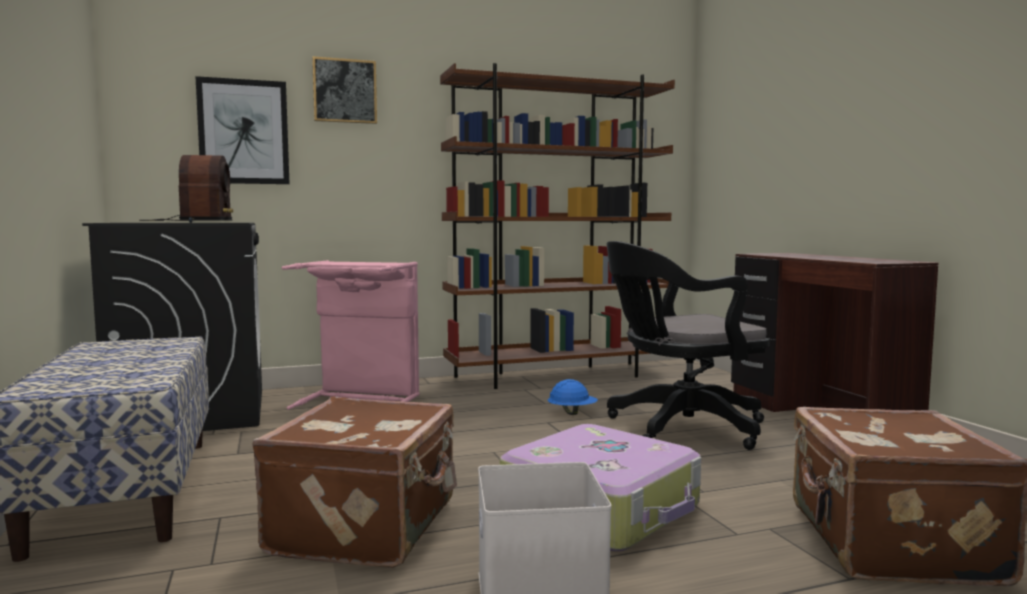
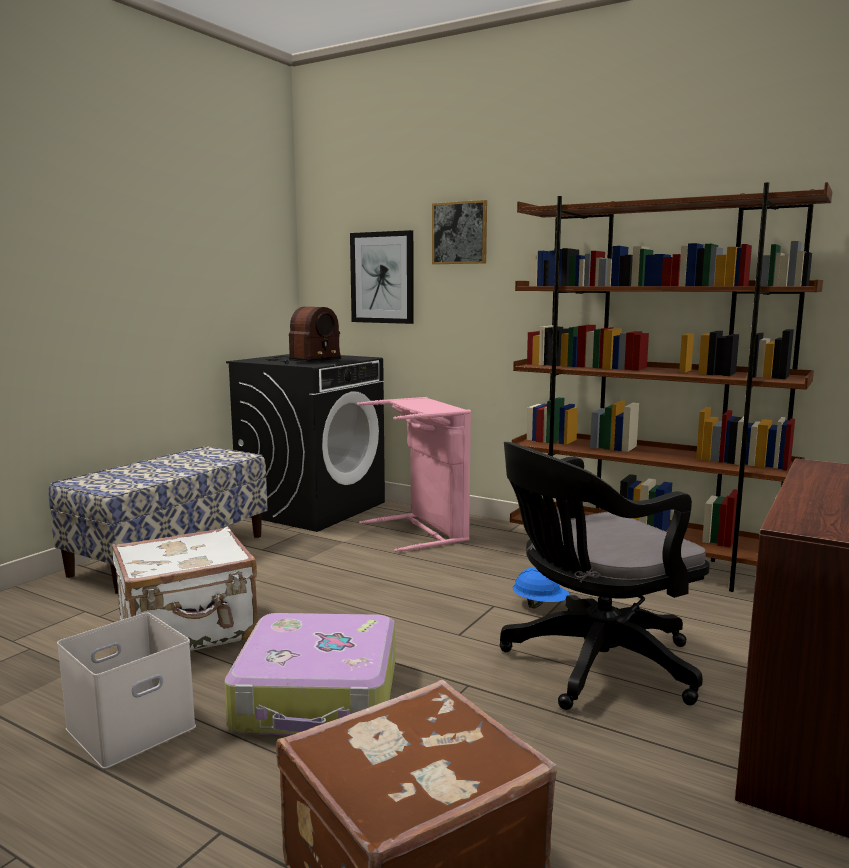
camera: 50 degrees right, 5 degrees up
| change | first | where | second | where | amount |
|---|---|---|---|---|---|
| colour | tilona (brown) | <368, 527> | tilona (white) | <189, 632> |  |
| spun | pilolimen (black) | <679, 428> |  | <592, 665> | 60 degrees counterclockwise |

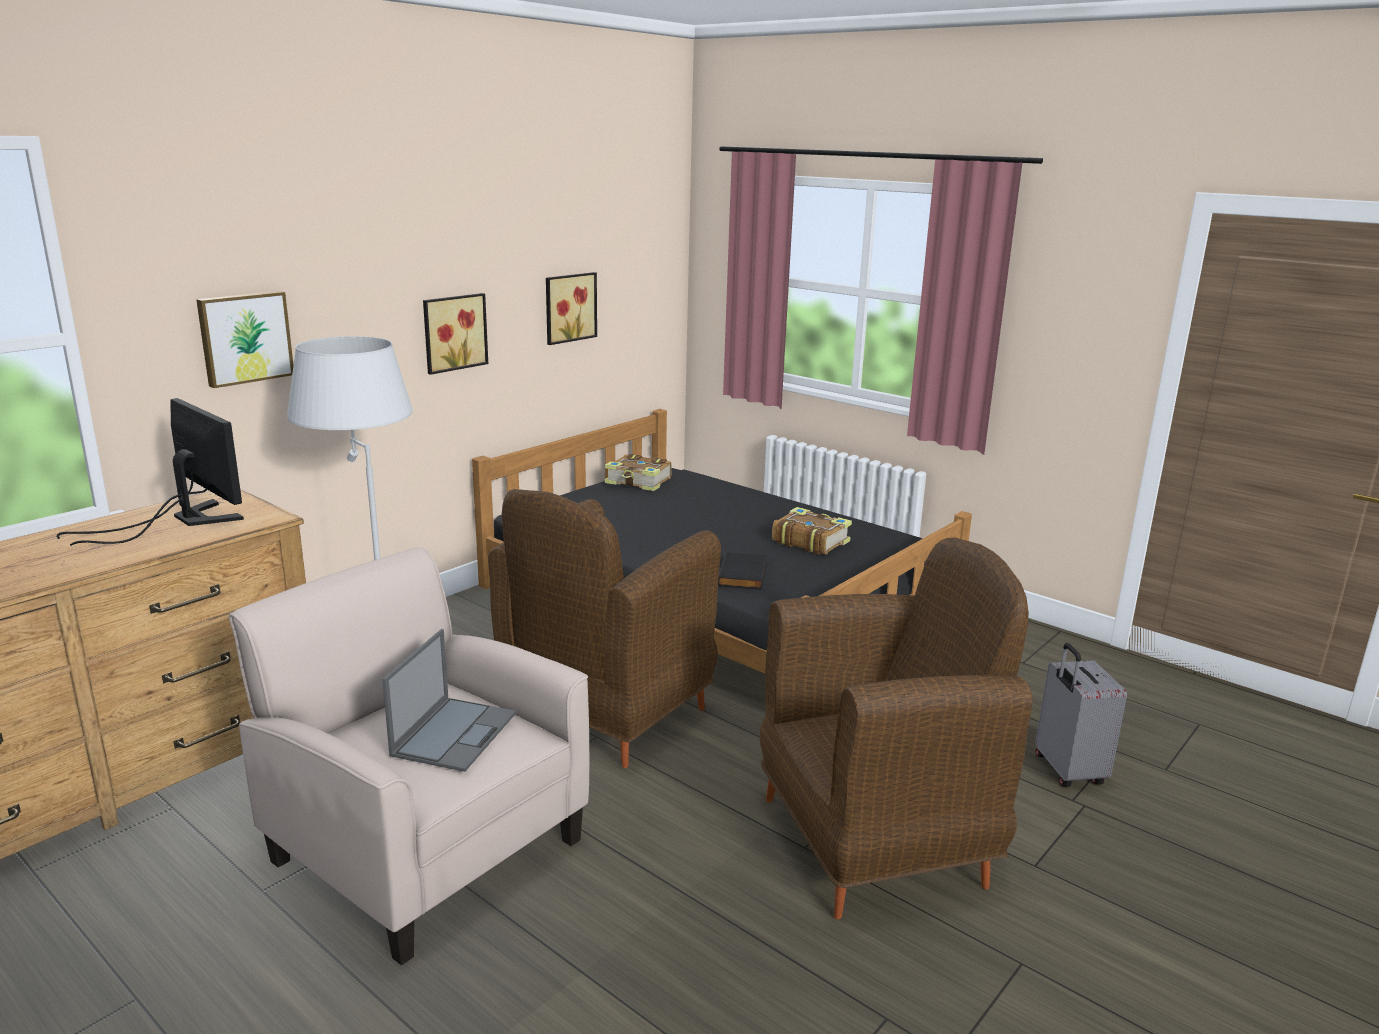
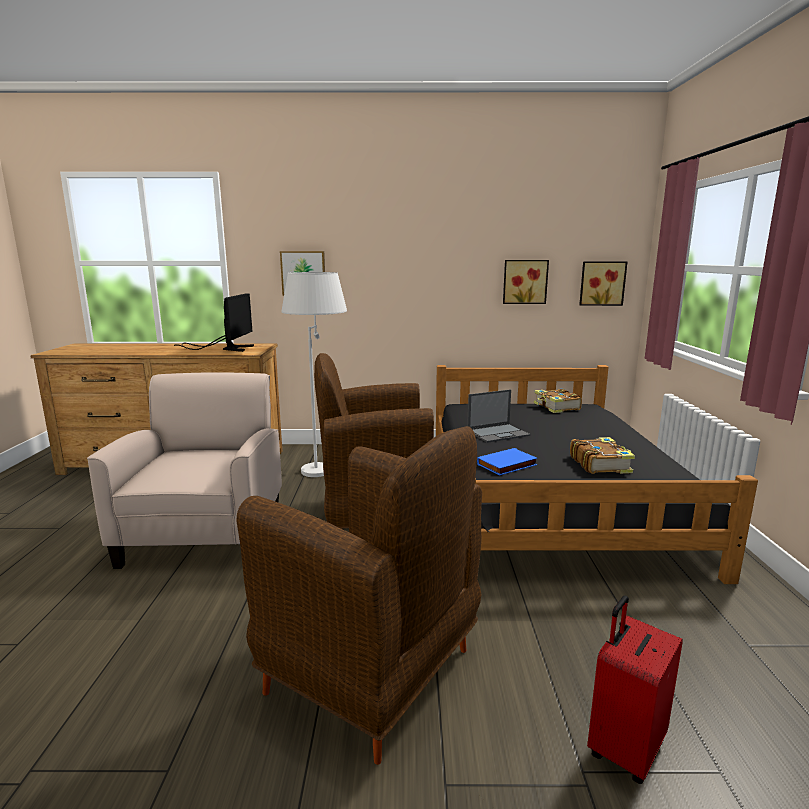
camera: 50 degrees right, 5 degrees down
| change | first | where | second | where | amount |
|---|---|---|---|---|---|
| relocated | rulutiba | <455, 733> |  | <498, 433> |  |
| colour | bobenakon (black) | <744, 575> | bobenakon (blue) | <507, 465> |  |
| relocated | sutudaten | <453, 332> |  | <601, 283> |  |
| colour | tilona (grey) | <1067, 771> | tilona (red) | <624, 747> |  |

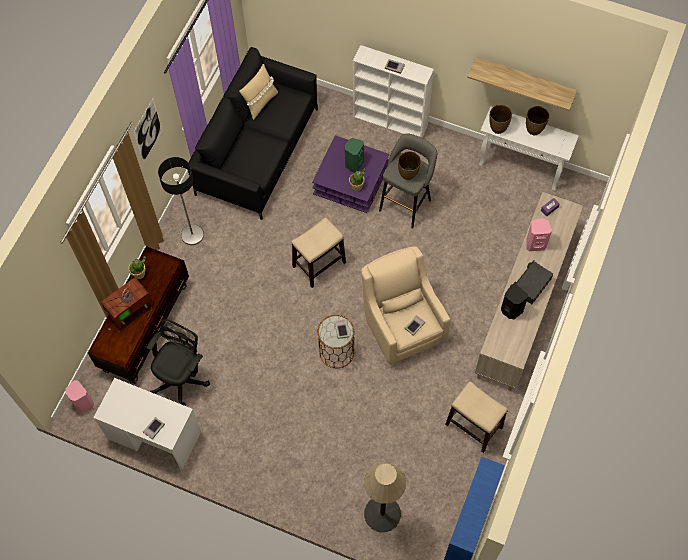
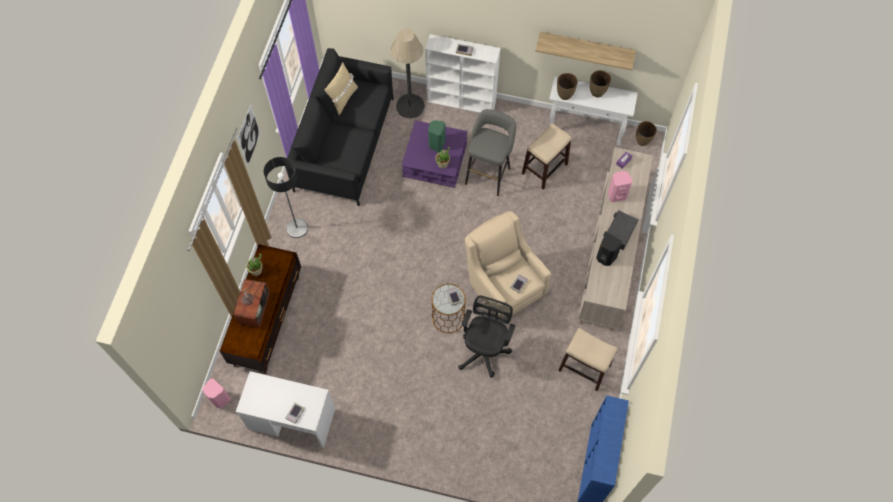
camera: 10 degrees left, 0 degrees up
| change | first | where | second | where | amount |
|---|---|---|---|---|---|
| spun | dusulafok | <130, 311> |  | <253, 307> | 150 degrees clockwise |
| relocated | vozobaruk | <382, 514> |  | <410, 106> |  |
| relocated | pilolimen (black) | <182, 379> |  | <484, 350> |  |
| relocated | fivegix | <319, 264> |  | <545, 168> |  |
| relocated | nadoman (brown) | <408, 174> |  | <642, 141> |  |

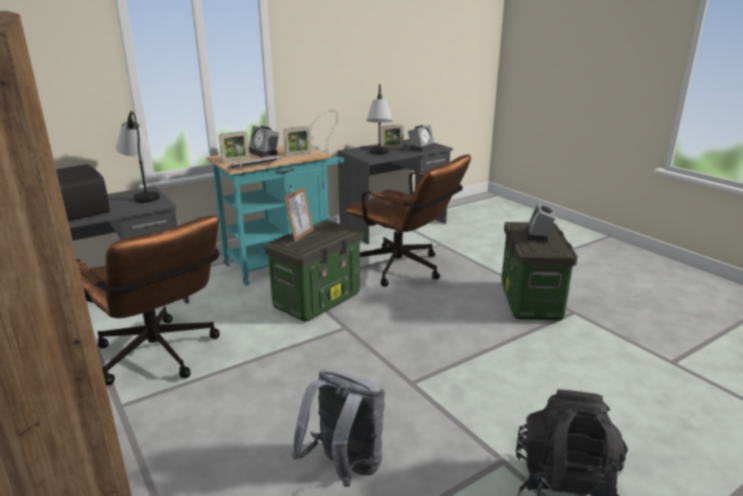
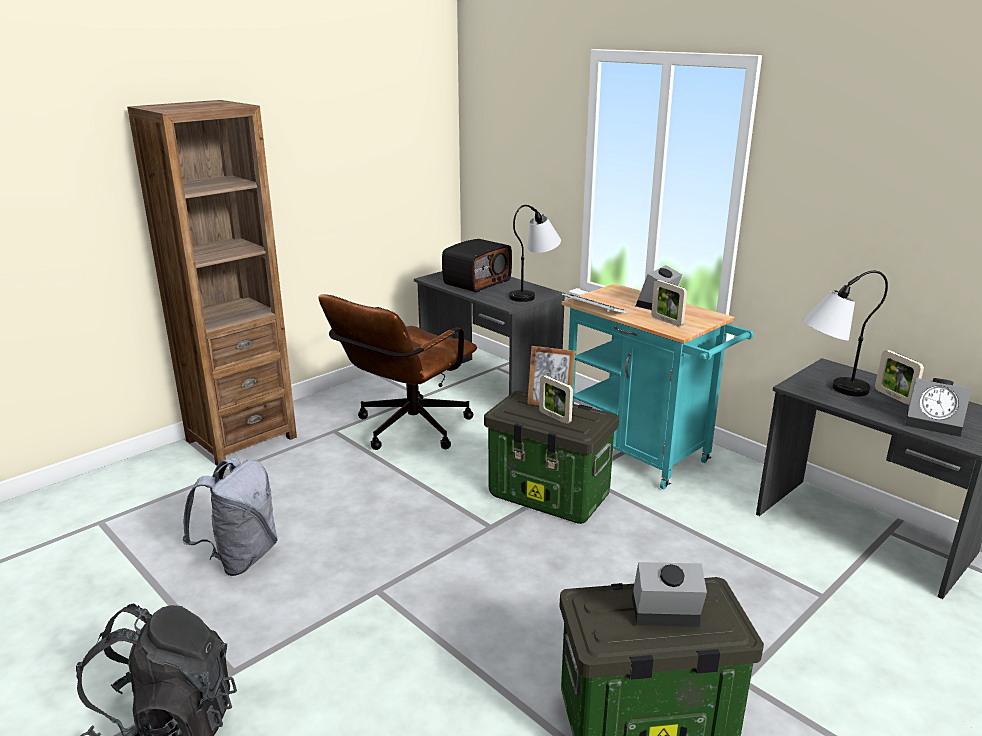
camera: 80 degrees right, 0 degrees up
| change | first | where | second | where | amount |
|---|---|---|---|---|---|
| relocated | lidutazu | <235, 160> |  | <555, 417> |  |
| missing | pilolimen (brown) | <405, 270> |  |  |  |

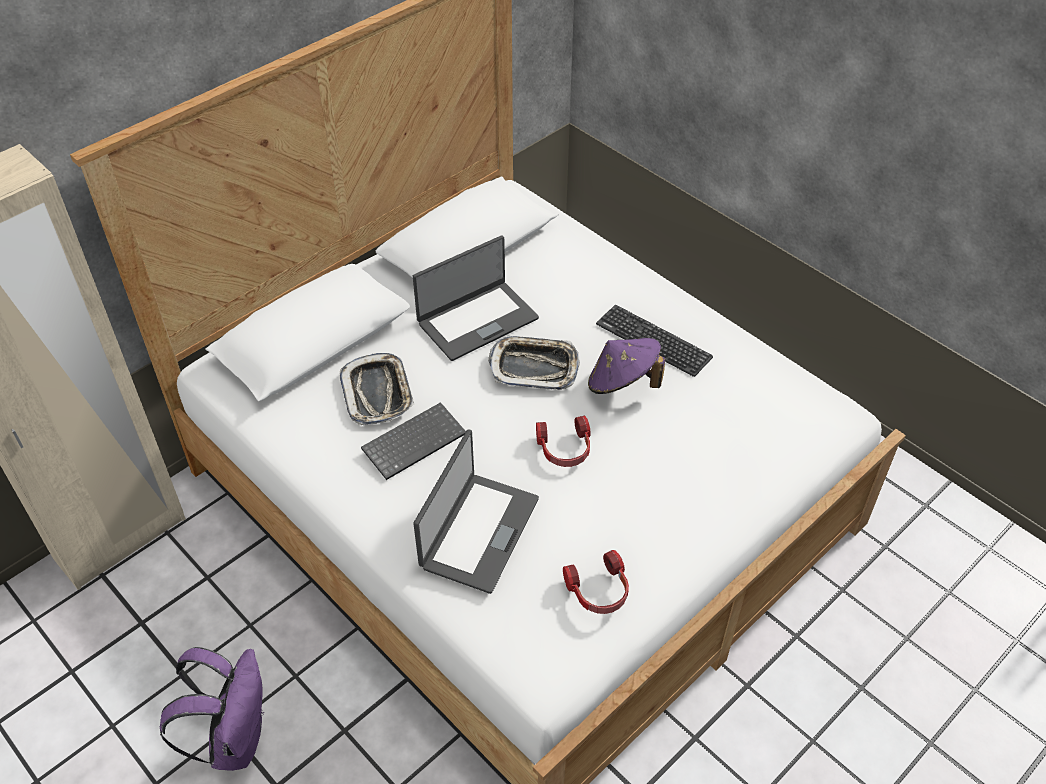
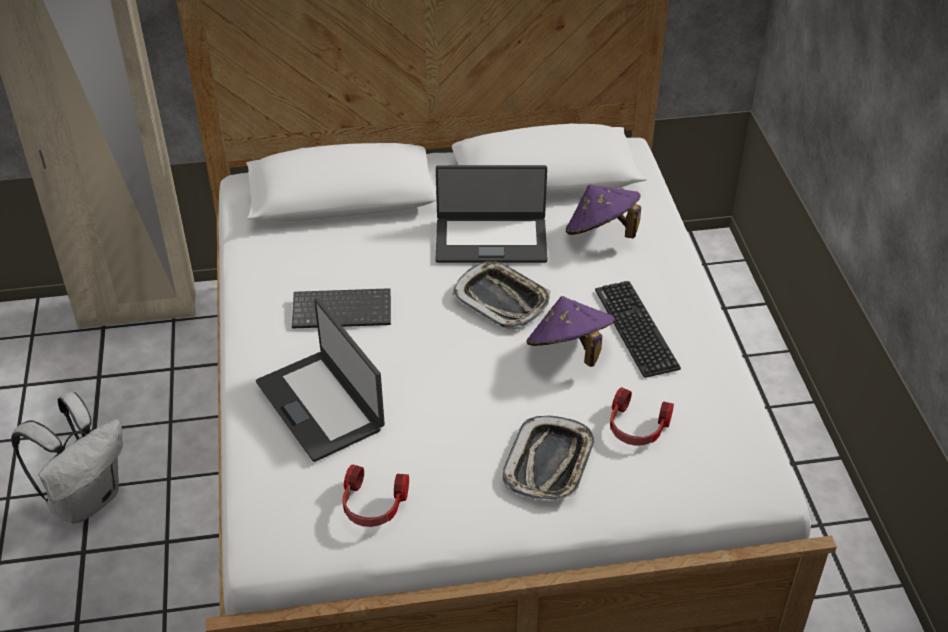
camera: 35 degrees right, 5 degrees down
| change | first | where | second | where | amount |
|---|---|---|---|---|---|
| colour | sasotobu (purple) | <235, 738> | sasotobu (white) | <86, 499> |  |
| spun | rulutiba | <478, 532> |  | <321, 405> | 90 degrees clockwise |
| relocated | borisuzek | <378, 393> |  | <549, 464> |  |
| appeared |  |  | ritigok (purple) | <601, 233> |  |
| relocated | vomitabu | <565, 449> |  | <636, 428> |  |

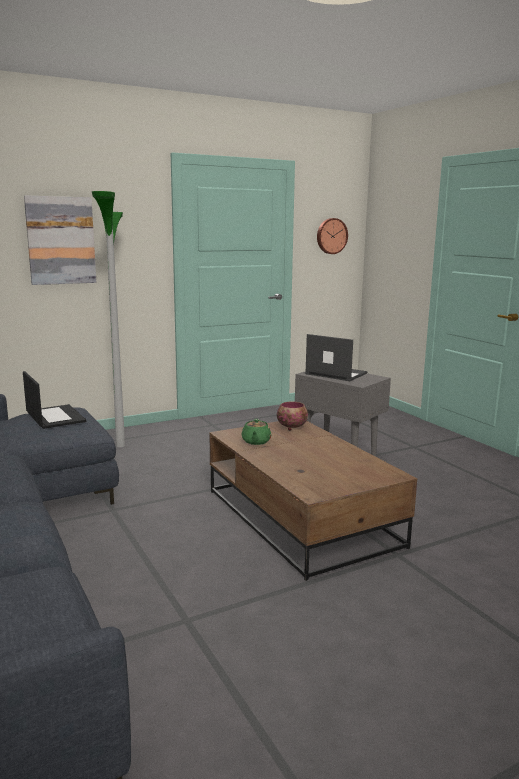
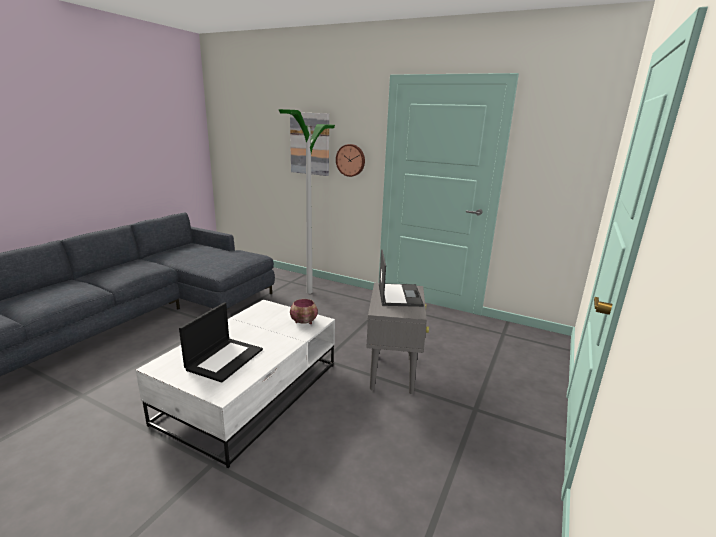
camera: 55 degrees right, 5 degrees up
| change | first | where | second | where | amount |
|---|---|---|---|---|---|
| colour | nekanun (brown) | <300, 517> | nekanun (white) | <251, 391> |  |
| relocated | rulutiba | <54, 417> |  | <225, 359> |  |
| relocated | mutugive | <331, 236> |  | <351, 160> |  |
| missing | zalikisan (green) | <256, 441> |  |  |  |

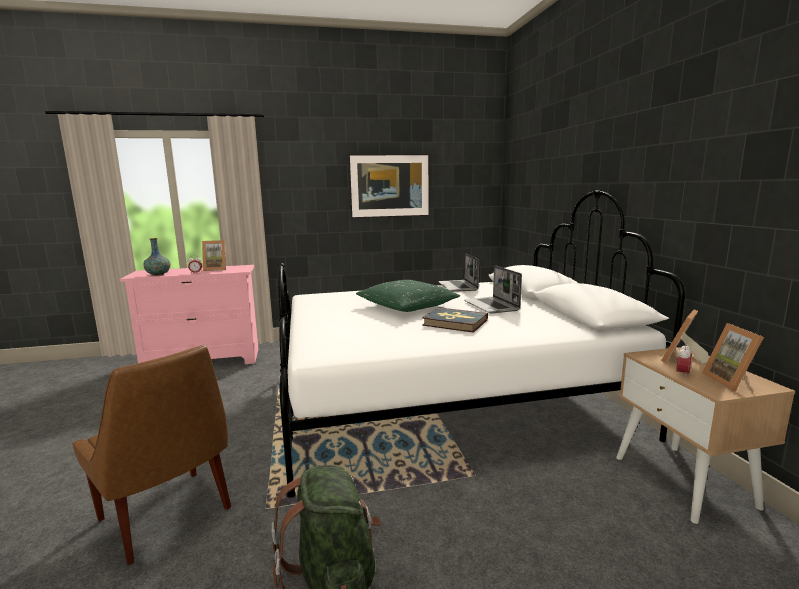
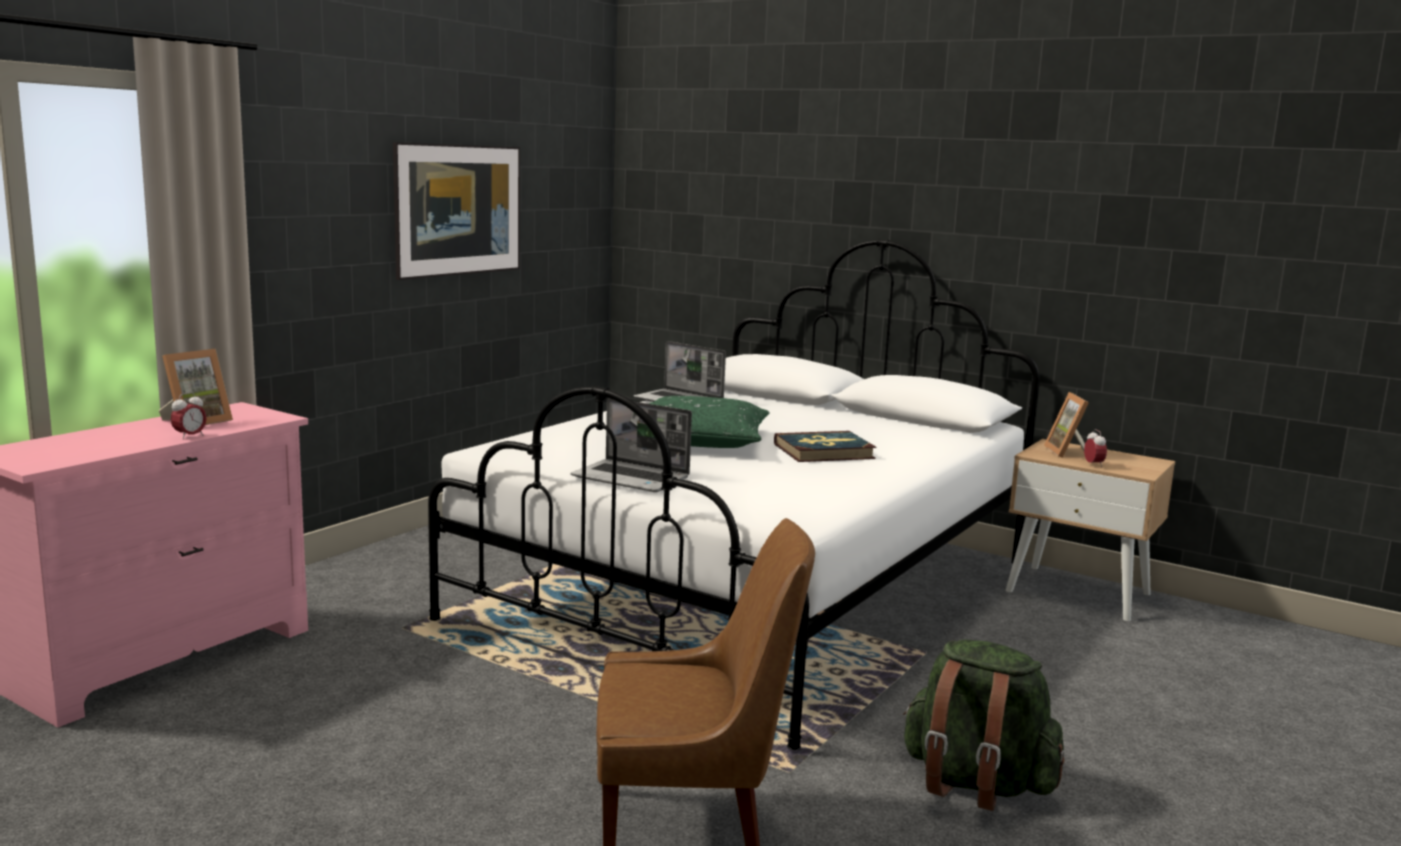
camera: 45 degrees left, 0 degrees up
| change | first | where | second | where | amount |
|---|---|---|---|---|---|
| relocated | rulutiba | <492, 306> |  | <632, 478> |  |
| missing | nadoman | <158, 274> |  |  |  |
| missing | lidutazu | <732, 382> |  |  |  |

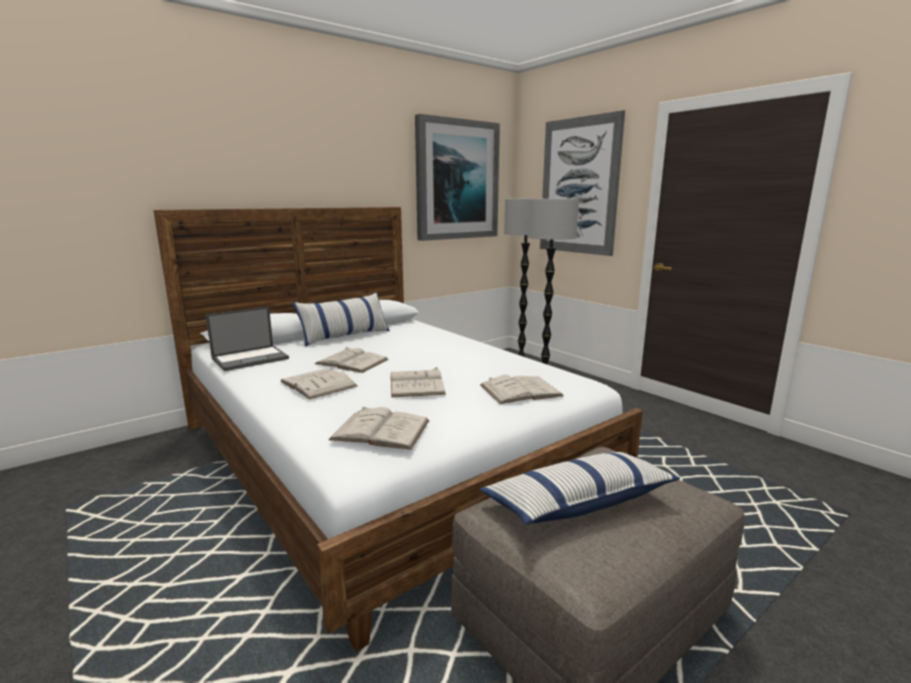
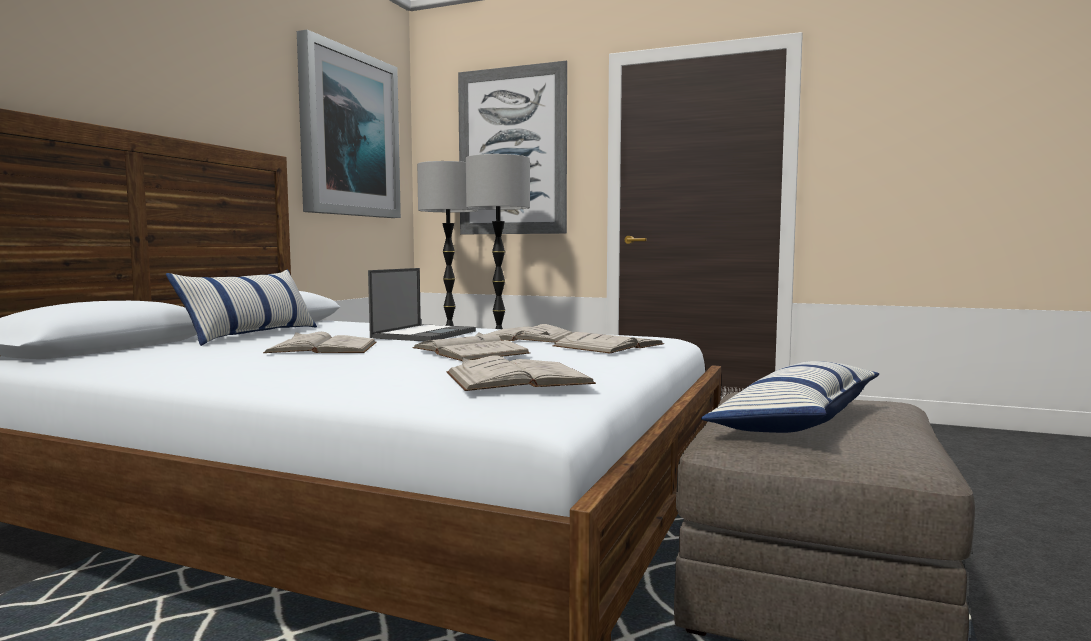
camera: 30 degrees left, 10 degrees down
| change | first | where | second | where | amount |
|---|---|---|---|---|---|
| relocated | rulutiba | <251, 358> |  | <424, 334> |  |
| relocated | bobenakon (white) | <318, 384> |  | <526, 337> |  |

